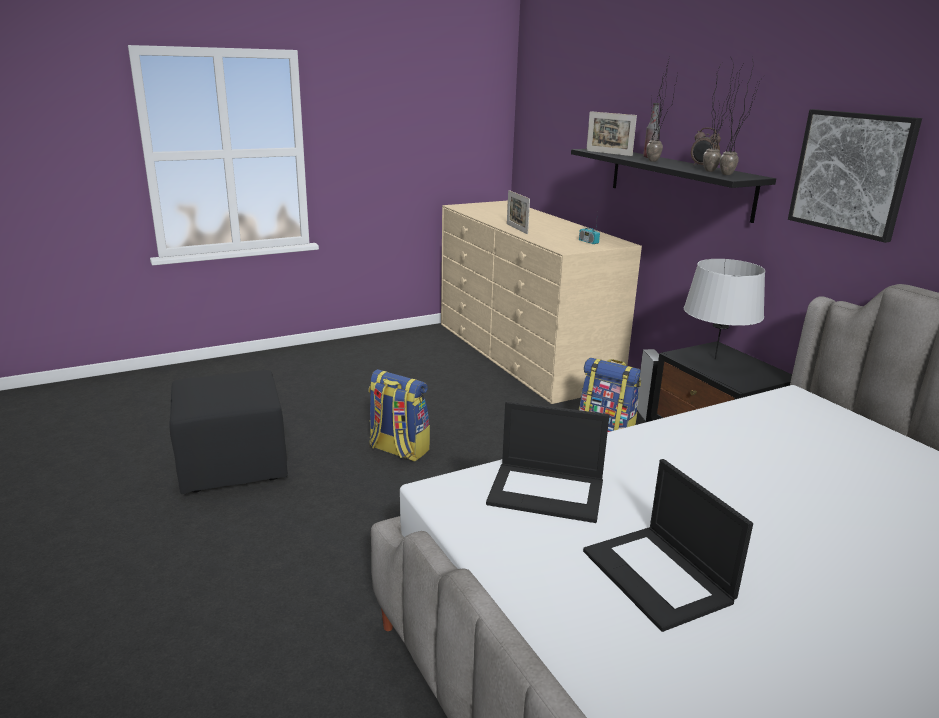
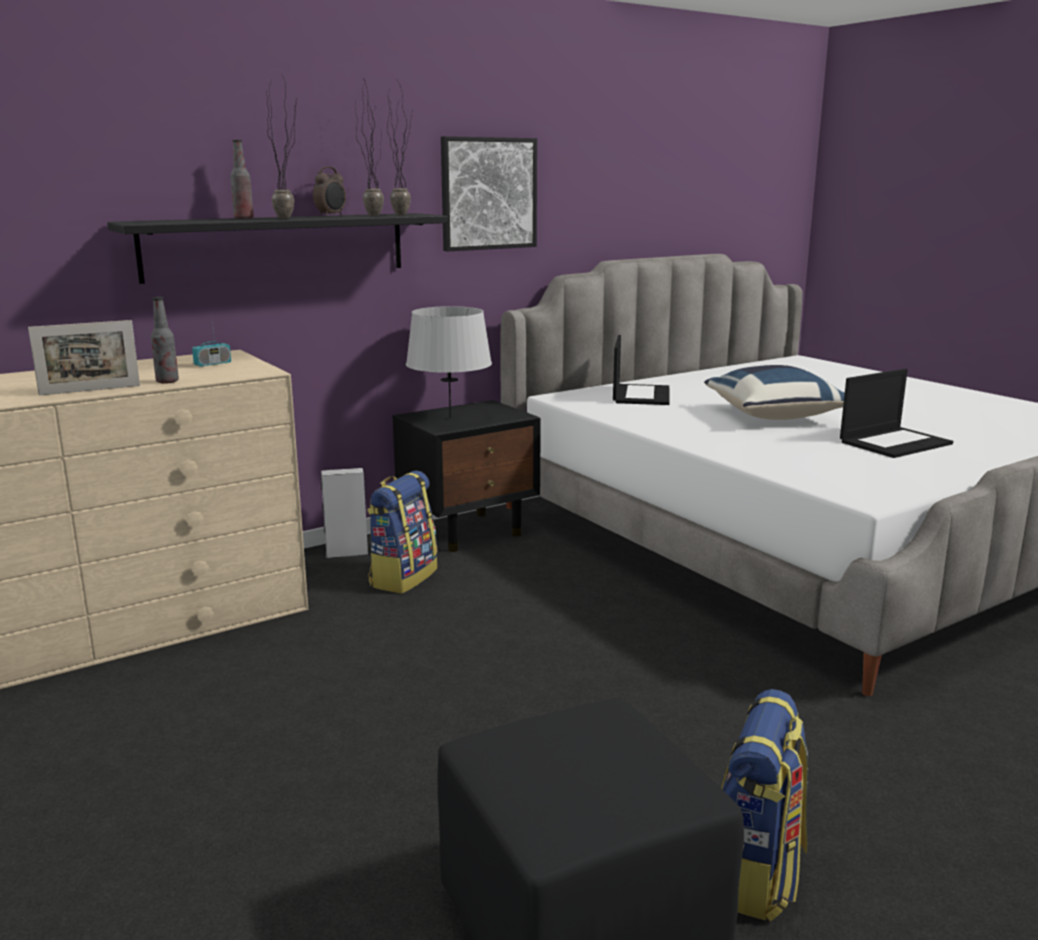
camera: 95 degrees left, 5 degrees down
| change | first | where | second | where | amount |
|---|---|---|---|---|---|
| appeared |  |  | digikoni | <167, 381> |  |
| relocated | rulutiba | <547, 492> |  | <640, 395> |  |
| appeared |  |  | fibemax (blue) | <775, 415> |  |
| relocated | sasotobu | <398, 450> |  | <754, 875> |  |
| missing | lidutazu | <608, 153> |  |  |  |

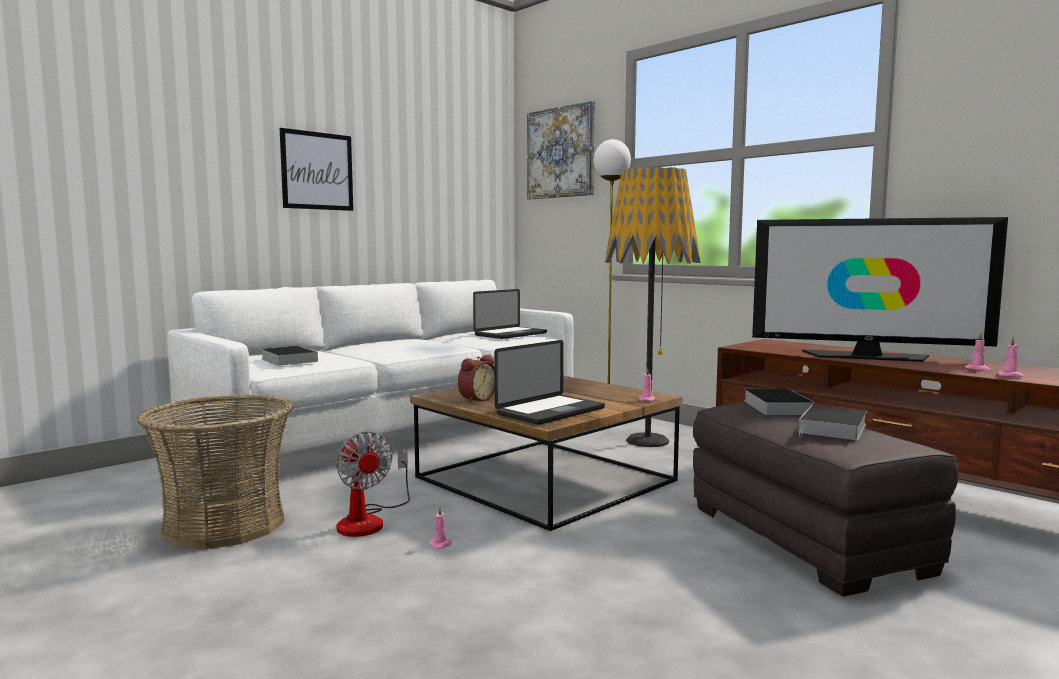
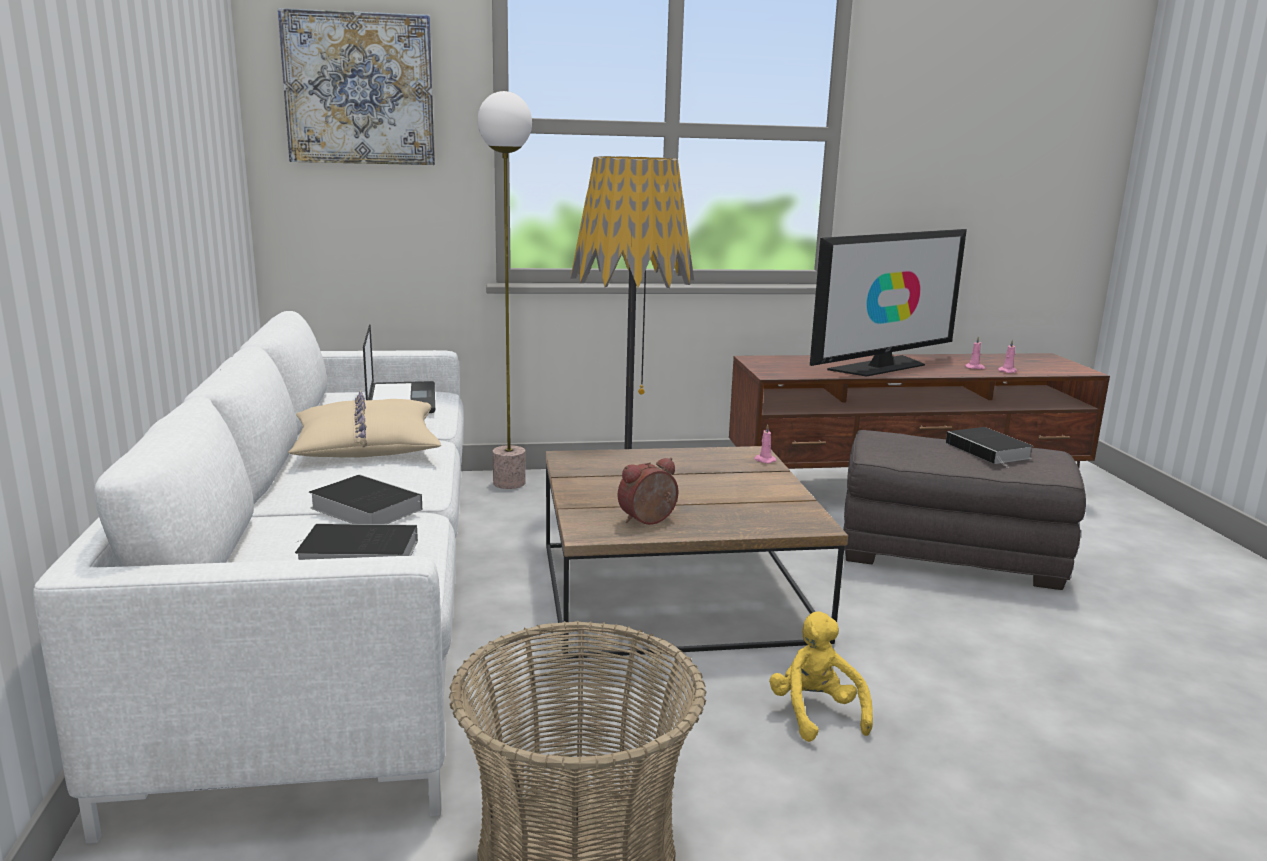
camera: 55 degrees left, 10 degrees up
| change | first | where | second | where | amount |
|---|---|---|---|---|---|
| appeared |  |  | fibemax (beige) | <366, 445> |  |
| relocated | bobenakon | <775, 406> |  | <362, 508> |  |
| spun | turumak | <476, 399> |  | <649, 521> | 105 degrees counterclockwise |
| exchanged | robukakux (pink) | <441, 544> | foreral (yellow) | <816, 713> |  |
| missing | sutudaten | <317, 171> |  |  |  |
| missing | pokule | <369, 520> |  |  |  |
| missing | rulutiba | <551, 411> |  |  |  |

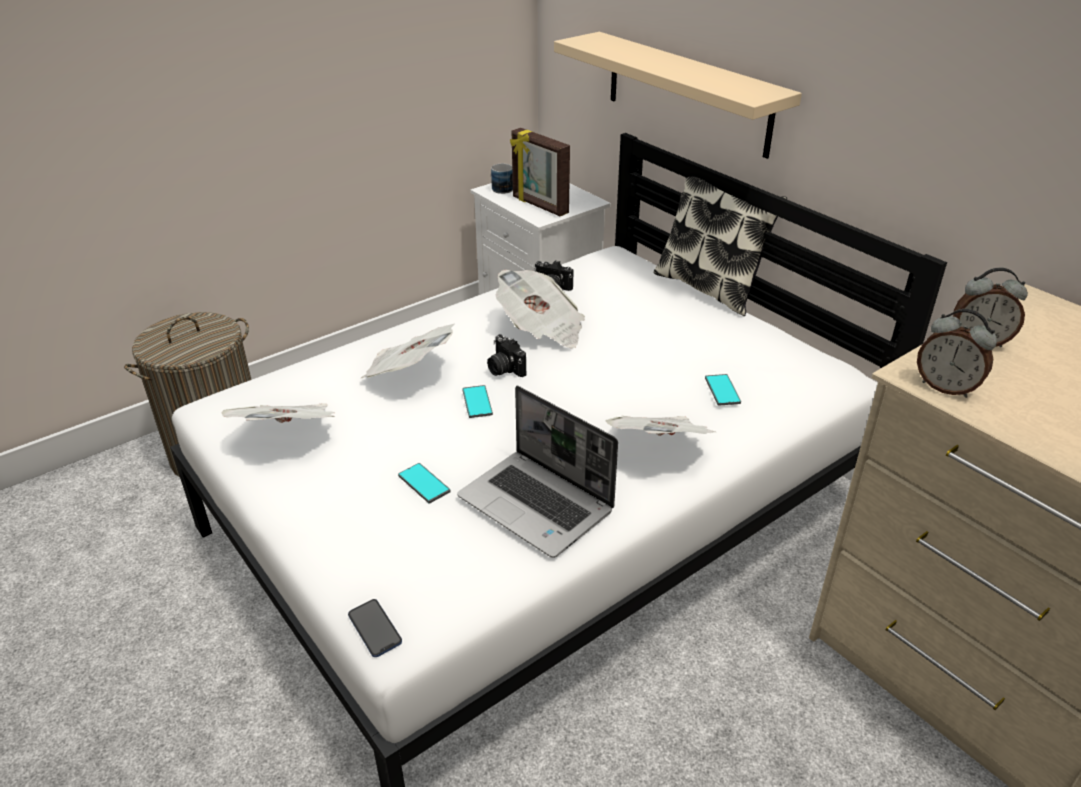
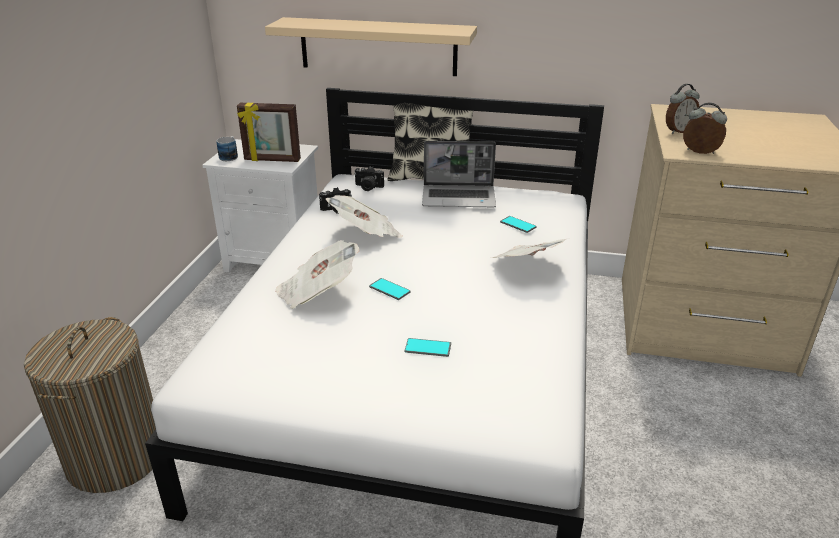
camera: 40 degrees left, 5 degrees down
| change | first | where | second | where | amount |
|---|---|---|---|---|---|
| relocated | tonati | <504, 369> |  | <368, 187> |  |
| relocated | rulutiba | <538, 505> |  | <459, 198> |  |
| spun | turumak | <946, 387> |  | <700, 152> | 150 degrees counterclockwise |
| missing | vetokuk | <289, 434> |  |  |  |
| missing | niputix | <375, 629> |  |  |  |

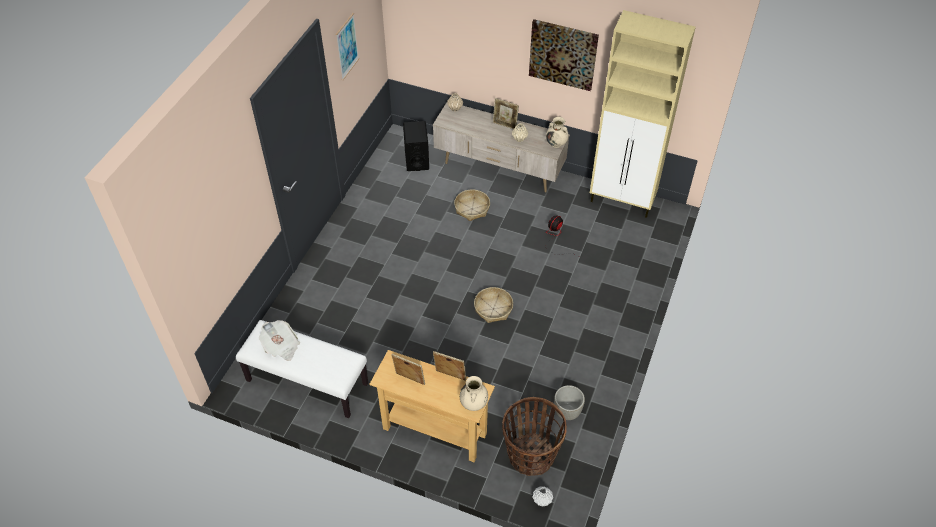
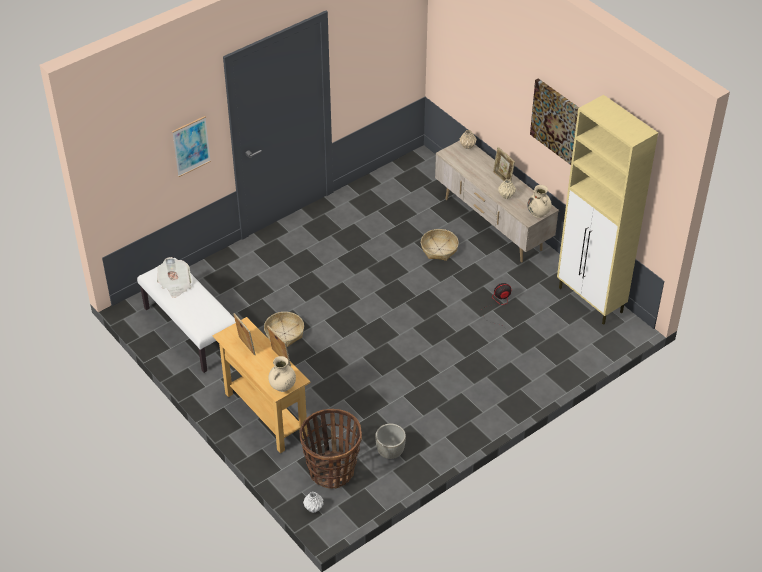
camera: 30 degrees right, 5 degrees down
| change | first | where | second | where | amount |
|---|---|---|---|---|---|
| relocated | sutudaten | <347, 46> |  | <191, 146> |  |
| relocated | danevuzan | <493, 309> |  | <284, 333> |  |
| missing | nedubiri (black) | <416, 159> |  |  |  |

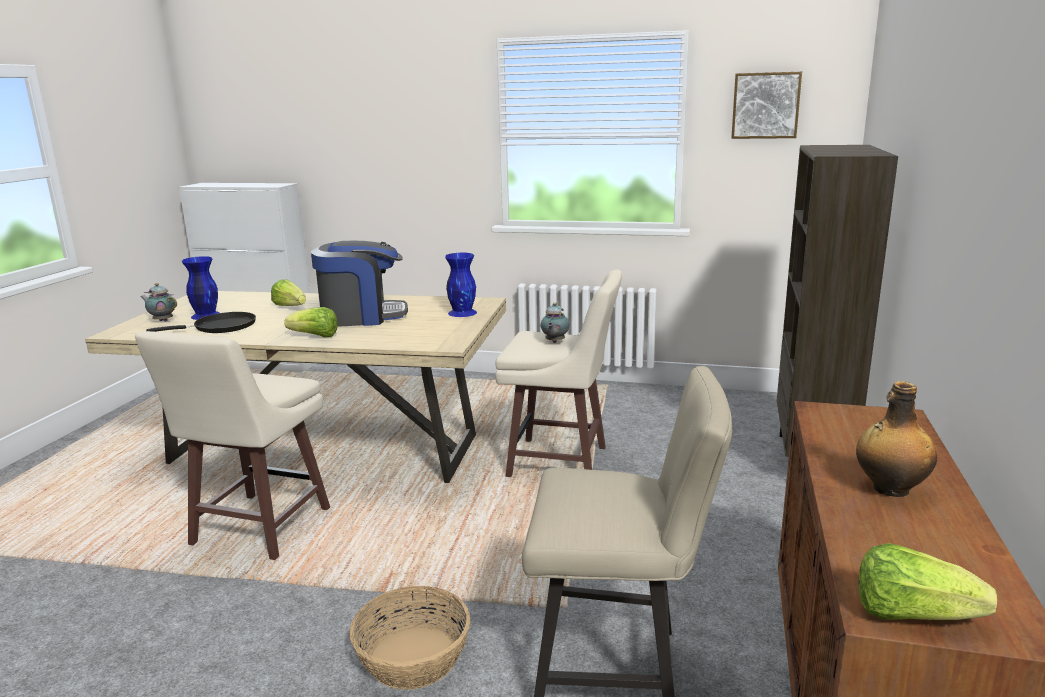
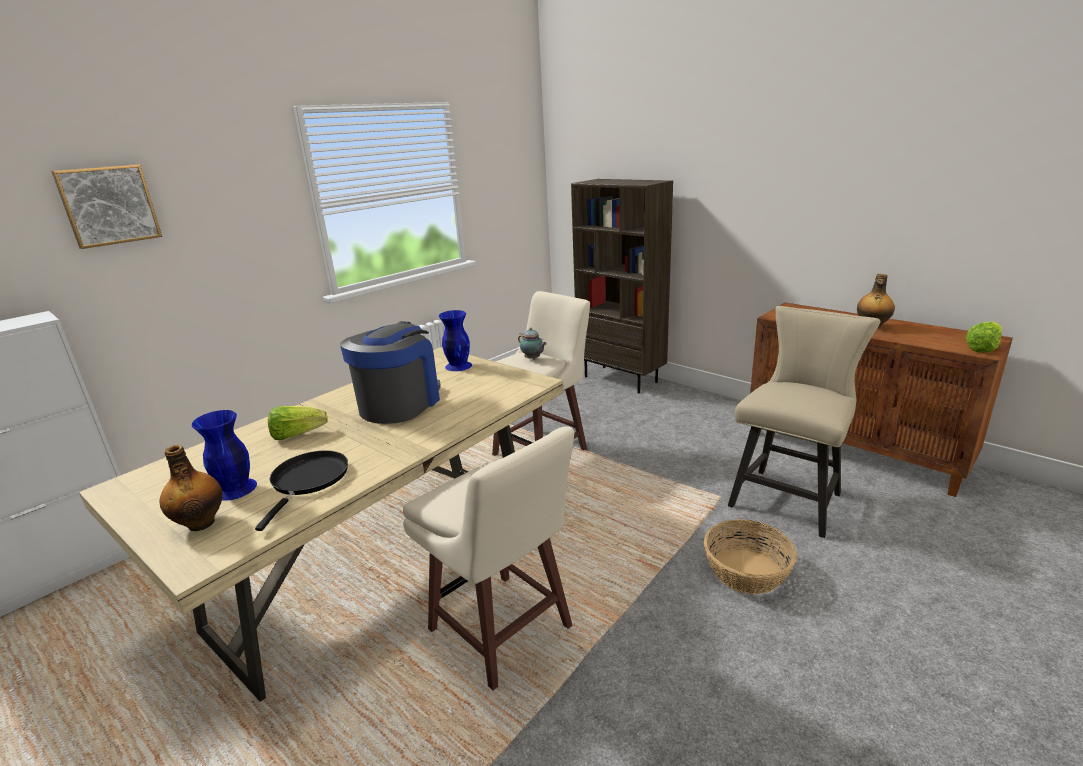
camera: 60 degrees left, 5 degrees up
| change | first | where | second | where | amount |
|---|---|---|---|---|---|
| relocated | sutudaten | <765, 105> |  | <109, 205> |  |
| exchanged | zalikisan | <162, 321> | digikoni | <201, 523> |  |
| missing | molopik | <315, 336> |  |  |  |

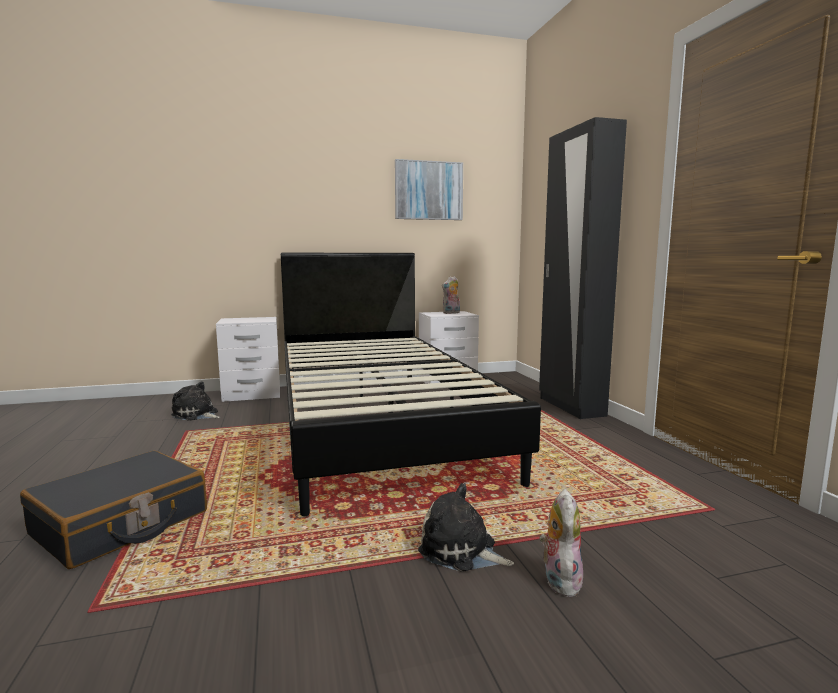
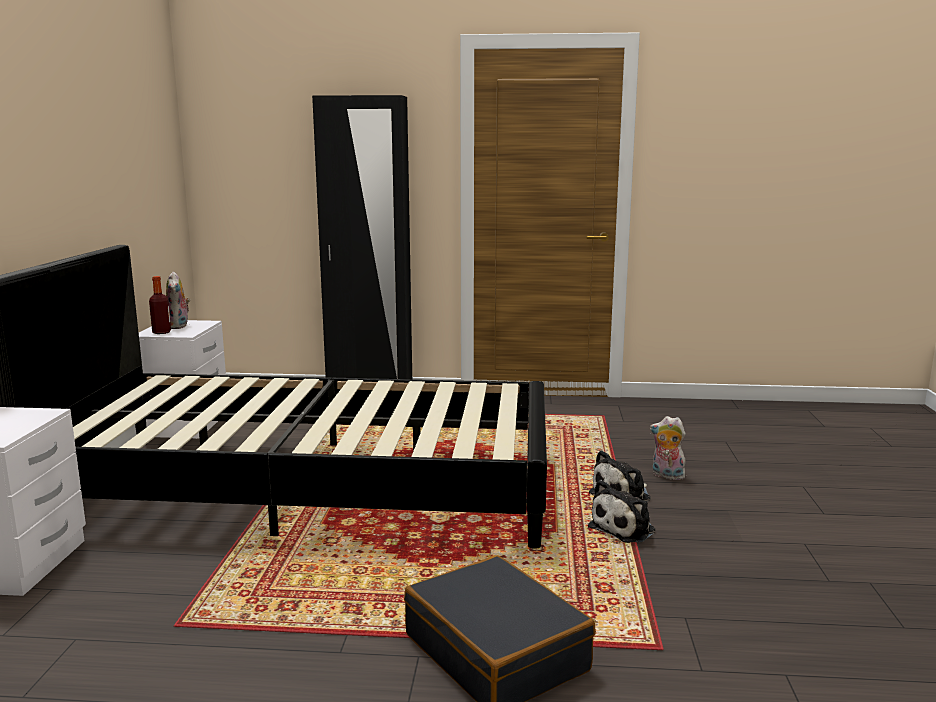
camera: 70 degrees left, 5 degrees up
| change | first | where | second | where | amount |
|---|---|---|---|---|---|
| appeared |  |  | digikoni | <161, 332> |  |
| relocated | foreral | <196, 415> |  | <625, 528> |  |
| missing | sutudaten | <428, 190> |  |  |  |

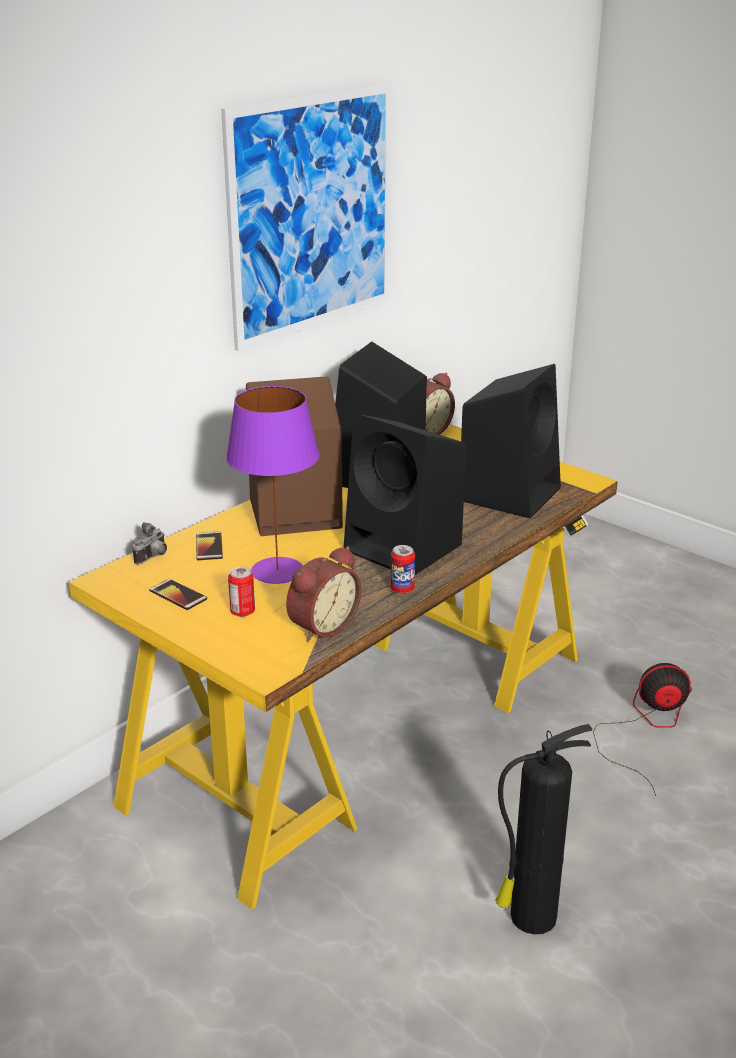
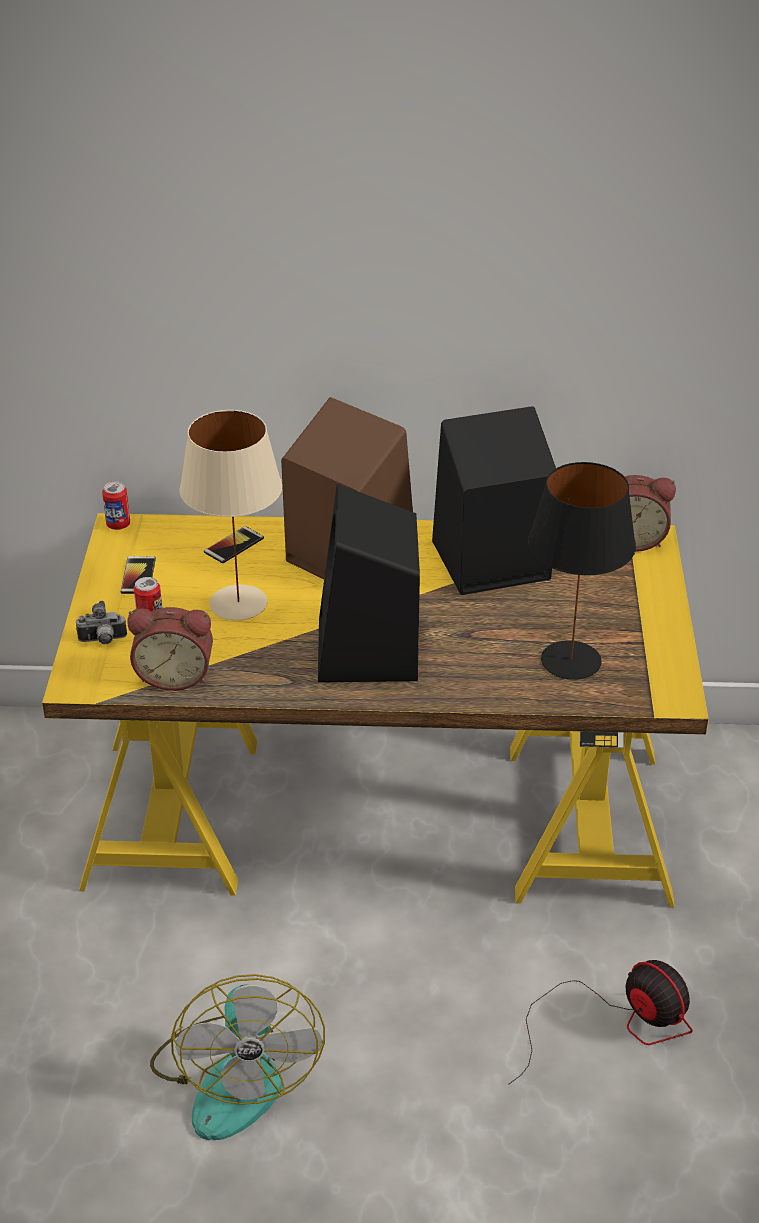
camera: 50 degrees right, 10 degrees up
| change | first | where | second | where | amount |
|---|---|---|---|---|---|
| relocated | tonati | <153, 557> |  | <102, 641> |  |
| relocated | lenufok | <402, 589> |  | <118, 525> |  |
| exchanged | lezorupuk | <530, 918> | pokule | <235, 1075> |  |
| colour | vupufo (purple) | <278, 571> | vupufo (beige) | <239, 603> |  |
| exchanged | nedubiri (black) | <510, 493> | vupufo (black) | <571, 659> |  |
| missing | sutudaten | <312, 214> |  |  |  |

